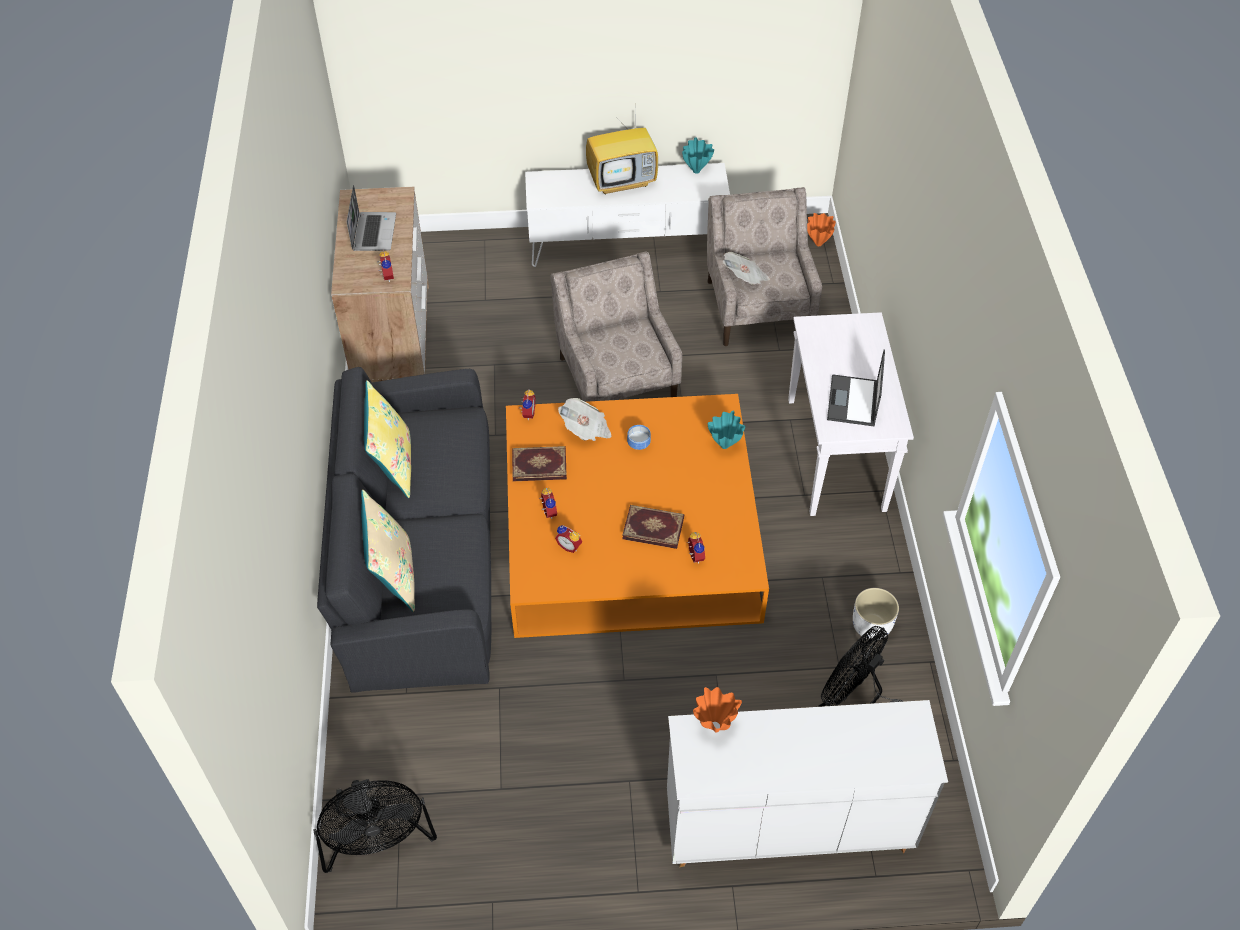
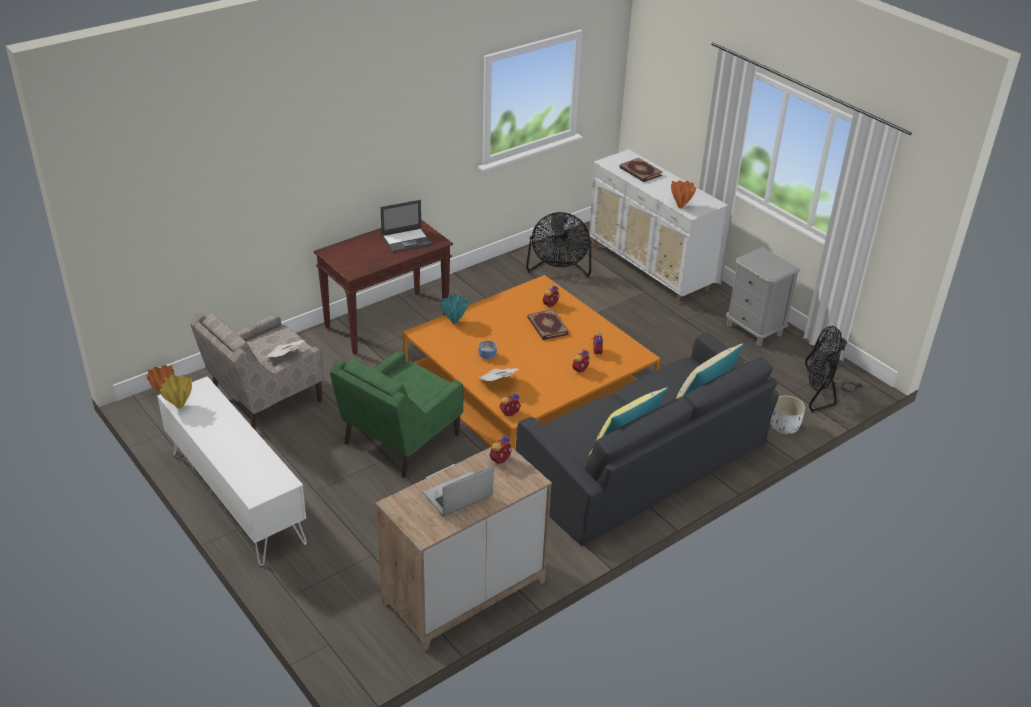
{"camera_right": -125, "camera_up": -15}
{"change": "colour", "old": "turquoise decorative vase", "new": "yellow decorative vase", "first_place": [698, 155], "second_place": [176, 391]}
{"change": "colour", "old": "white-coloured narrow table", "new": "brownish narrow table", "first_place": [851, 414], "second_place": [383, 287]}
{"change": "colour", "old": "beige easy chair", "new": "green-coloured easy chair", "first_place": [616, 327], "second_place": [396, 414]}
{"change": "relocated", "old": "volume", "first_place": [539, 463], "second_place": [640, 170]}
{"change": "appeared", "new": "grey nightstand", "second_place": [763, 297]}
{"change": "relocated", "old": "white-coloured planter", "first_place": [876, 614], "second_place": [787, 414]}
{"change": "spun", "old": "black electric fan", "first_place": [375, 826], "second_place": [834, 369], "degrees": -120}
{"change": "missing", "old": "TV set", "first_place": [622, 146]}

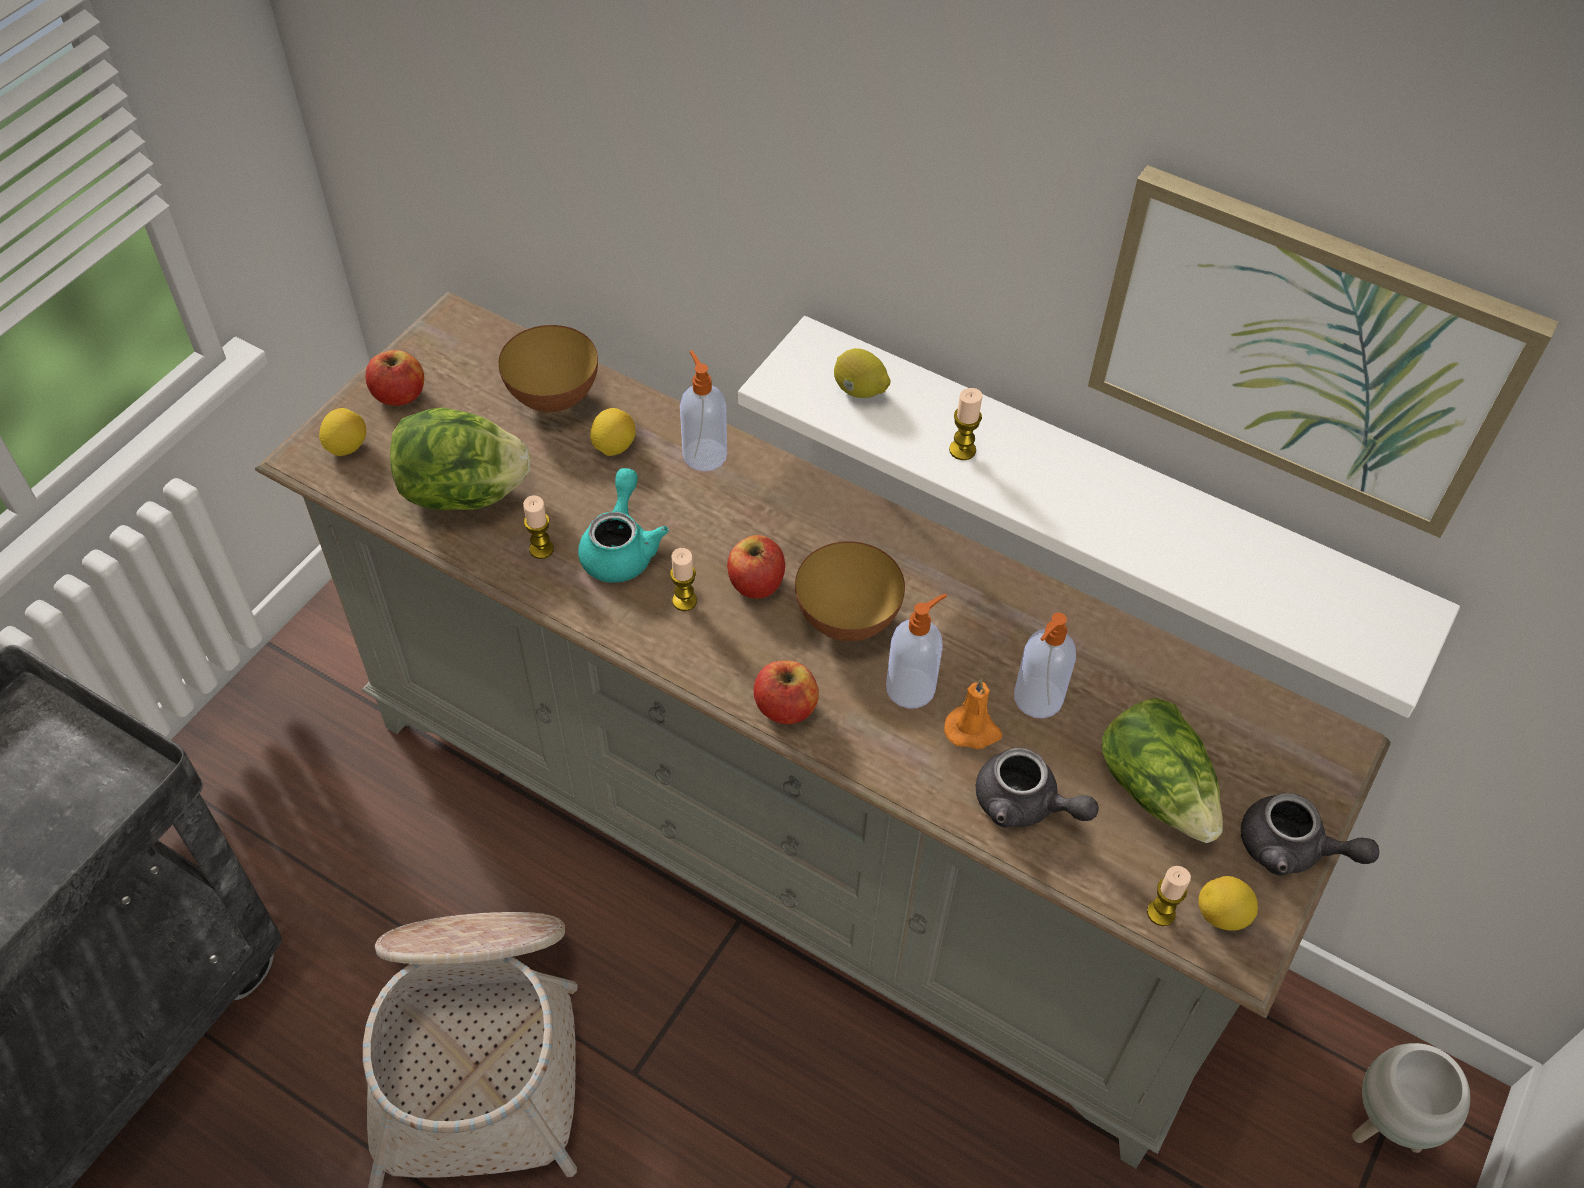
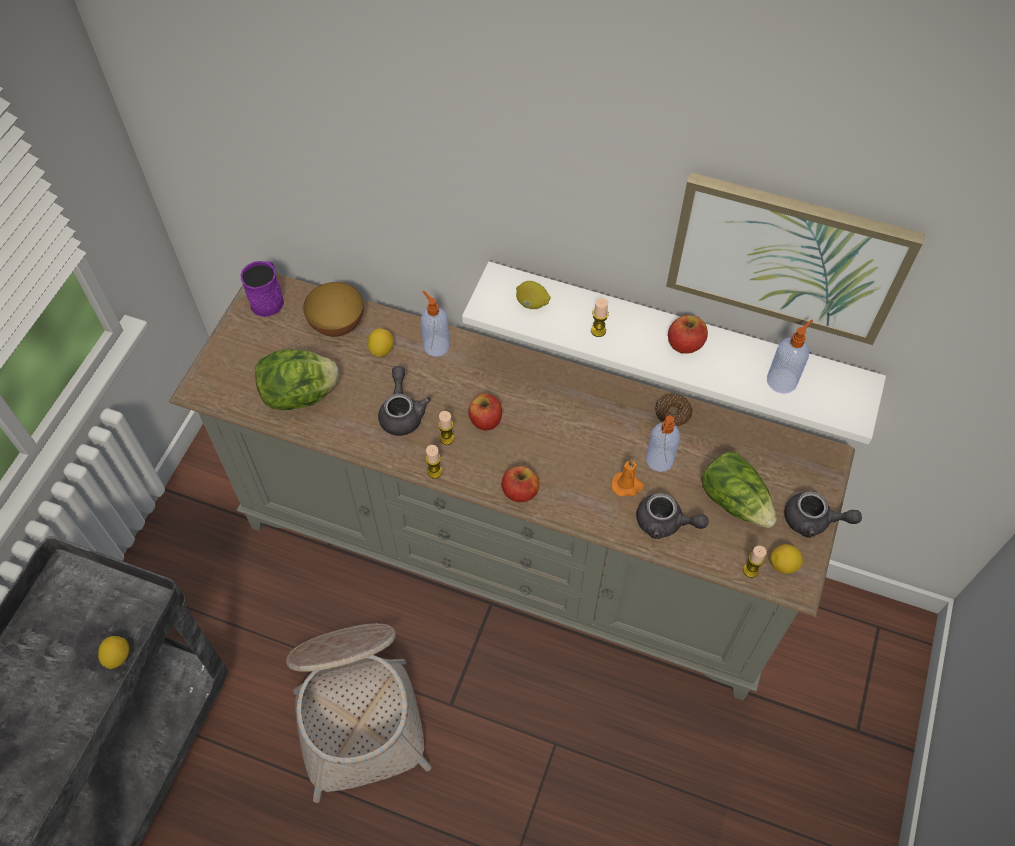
{"camera_right": -10, "camera_up": 5}
{"change": "relocated", "old": "citrus fruit", "first_place": [342, 432], "second_place": [114, 652]}
{"change": "appeared", "new": "purplish mug", "second_place": [262, 289]}
{"change": "colour", "old": "turquoise pot for tea", "new": "grey pot for tea", "first_place": [623, 525], "second_place": [404, 401]}
{"change": "relocated", "old": "candle", "first_place": [538, 527], "second_place": [433, 462]}
{"change": "appeared", "new": "doughnut", "second_place": [674, 410]}
{"change": "relocated", "old": "apple fruit", "first_place": [394, 378], "second_place": [688, 334]}
{"change": "relocated", "old": "liquid soap bottle", "first_place": [916, 651], "second_place": [790, 356]}
{"change": "missing", "old": "bowl", "first_place": [850, 591]}
{"change": "missing", "old": "white-coloured planter", "first_place": [1411, 1098]}

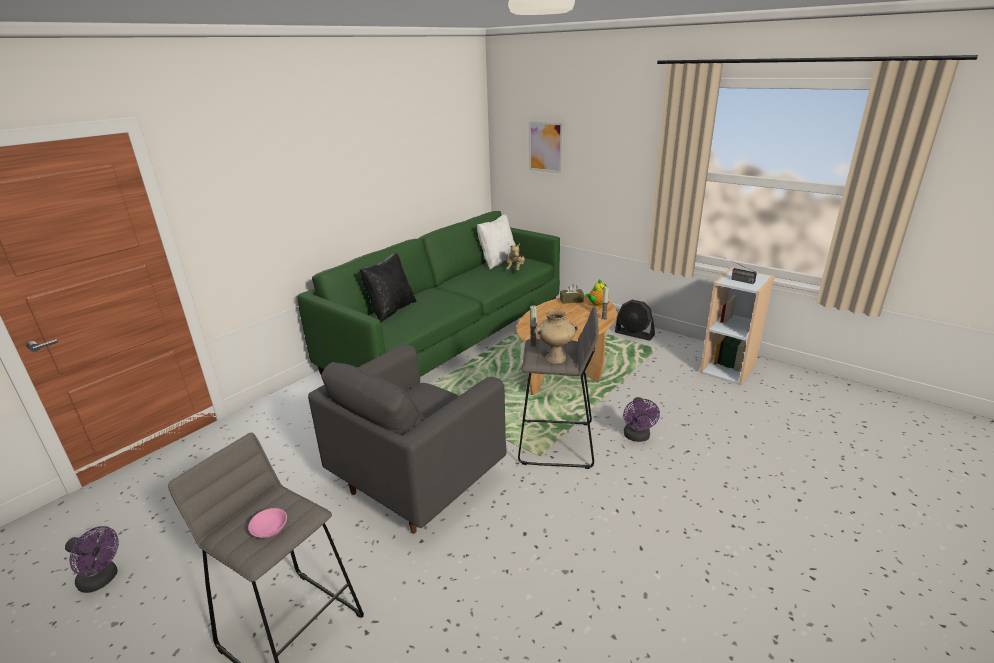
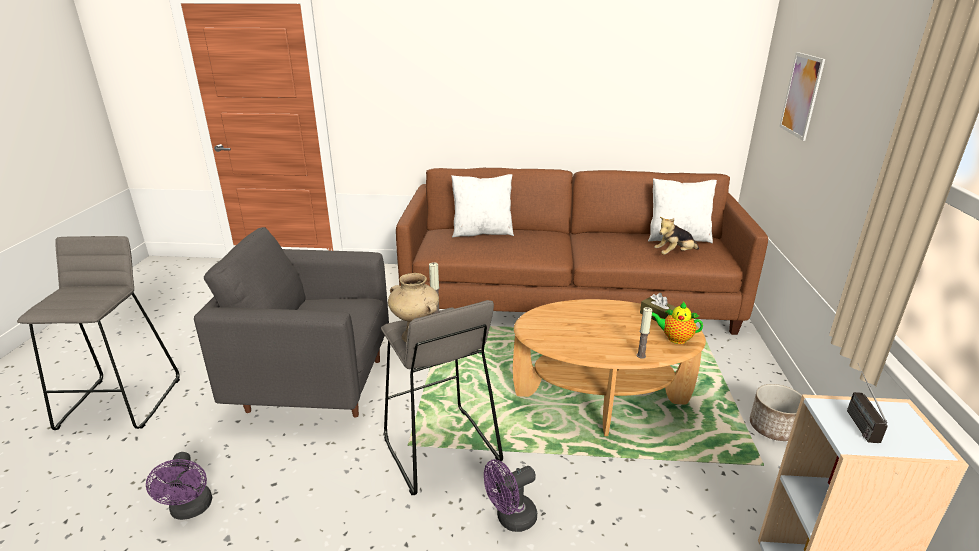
{"camera_right": 55, "camera_up": 0}
{"change": "relocated", "old": "purplish electric fan", "first_place": [92, 559], "second_place": [179, 486]}
{"change": "colour", "old": "green-coloured couch", "new": "brownish couch", "first_place": [429, 294], "second_place": [582, 251]}
{"change": "colour", "old": "black cushion", "new": "white-coloured cushion", "first_place": [387, 287], "second_place": [482, 205]}
{"change": "exchanged", "old": "black electric fan", "new": "planter", "first_place": [635, 320], "second_place": [776, 412]}
{"change": "missing", "old": "pink-coloured bowl", "first_place": [267, 523]}

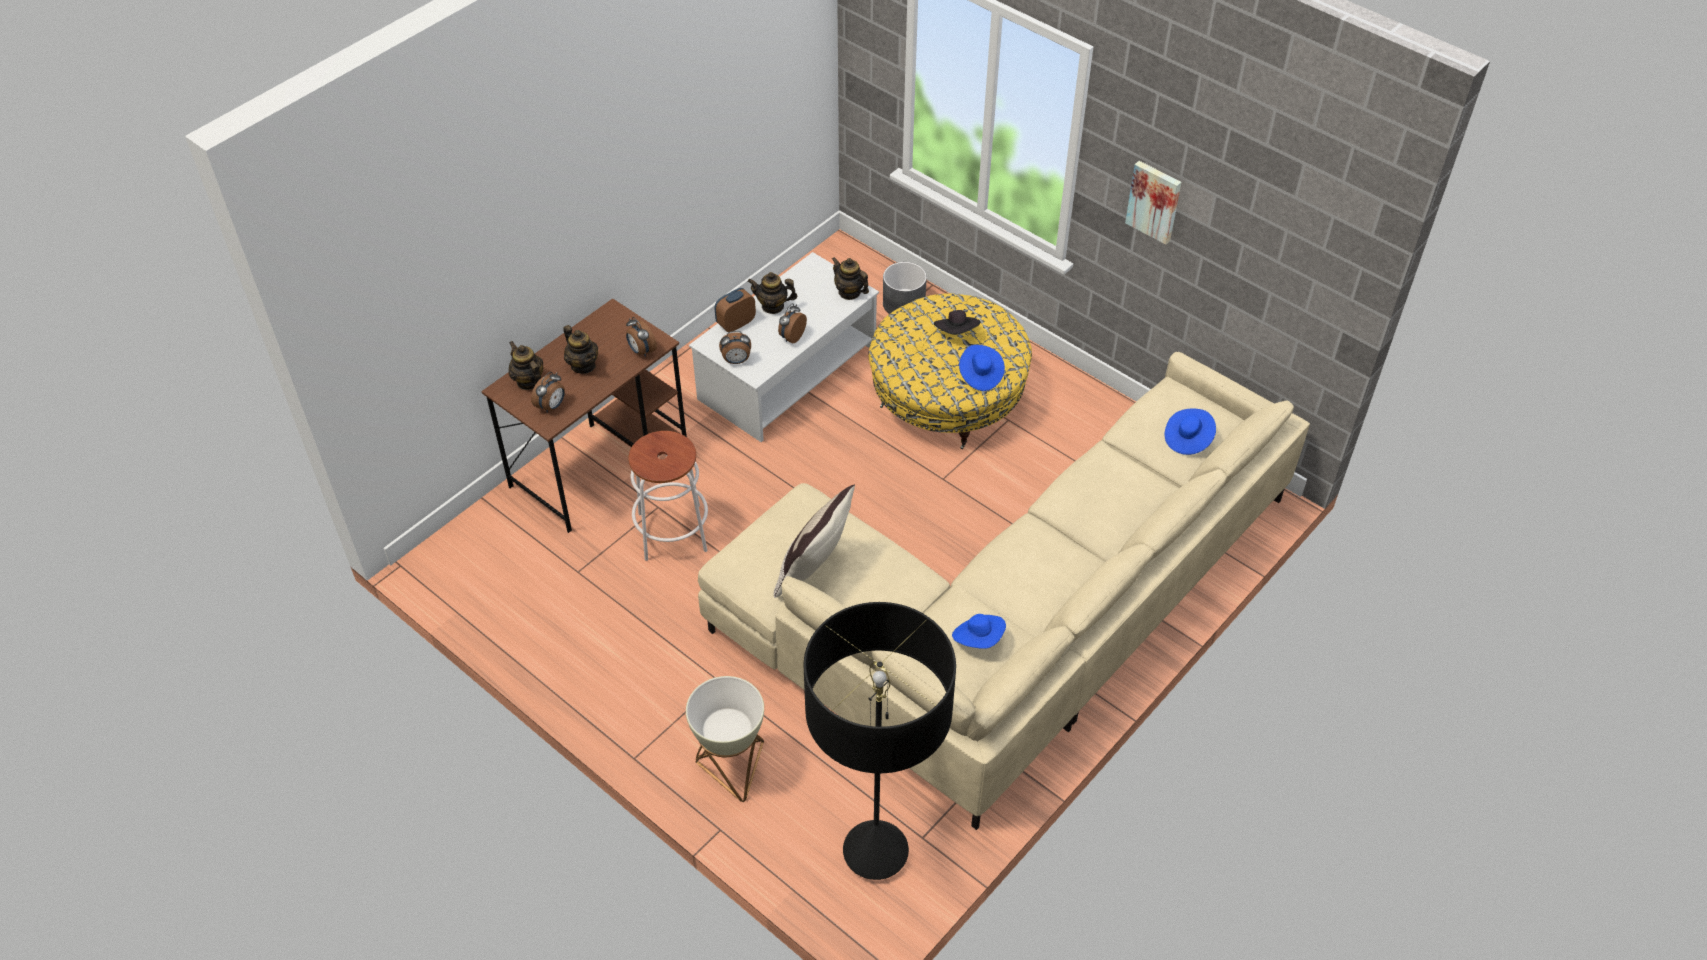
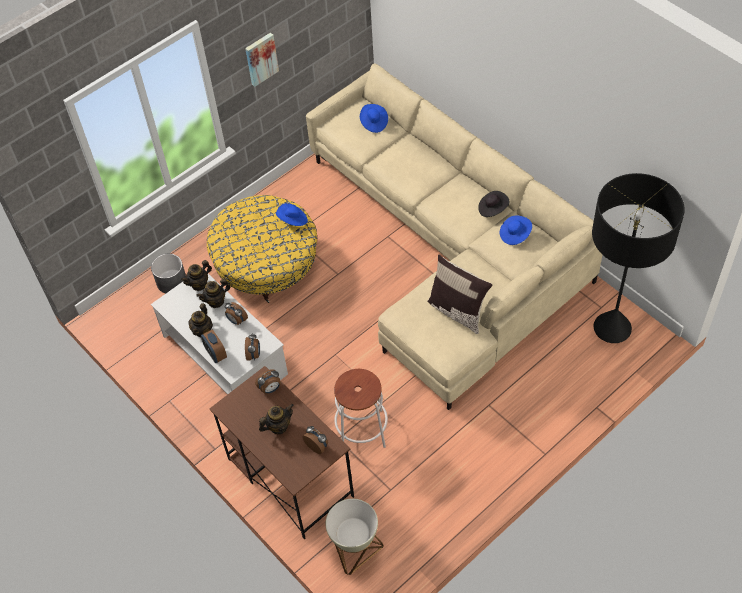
{"camera_right": -80, "camera_up": 5}
{"change": "relocated", "old": "pot for tea", "first_place": [525, 365], "second_place": [213, 293]}
{"change": "relocated", "old": "planter", "first_place": [725, 739], "second_place": [354, 537]}
{"change": "relocated", "old": "black wearable hat", "first_place": [957, 322], "second_place": [493, 204]}

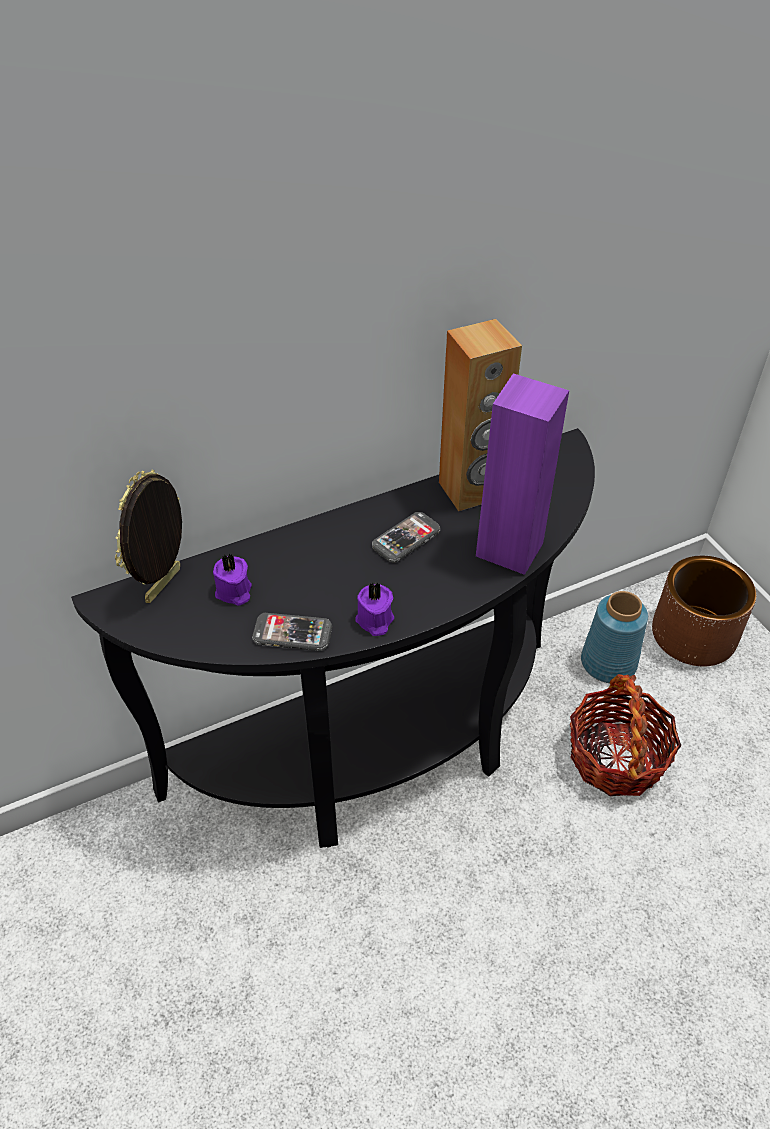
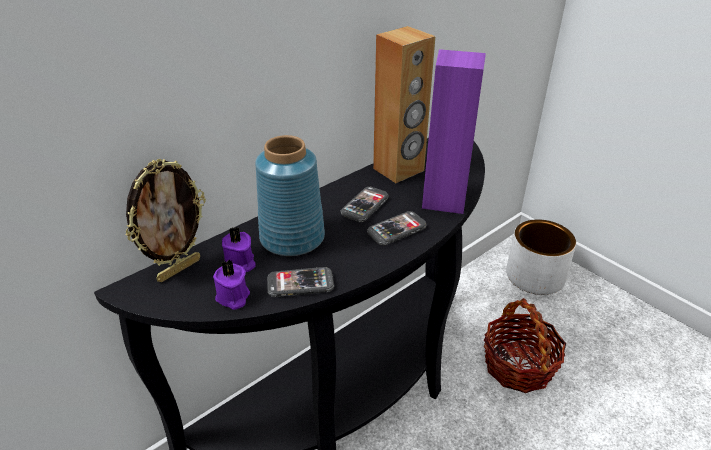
{"camera_right": -15, "camera_up": -10}
{"change": "spun", "old": "standing frame", "first_place": [148, 536], "second_place": [166, 220], "degrees": -150}
{"change": "relocated", "old": "purplish candle", "first_place": [374, 609], "second_place": [231, 285]}
{"change": "relocated", "old": "bluish decorative vase", "first_place": [614, 637], "second_place": [290, 195]}
{"change": "appeared", "new": "telephone", "second_place": [396, 228]}
{"change": "colour", "old": "brownish planter", "new": "white-coloured planter", "first_place": [704, 610], "second_place": [541, 257]}

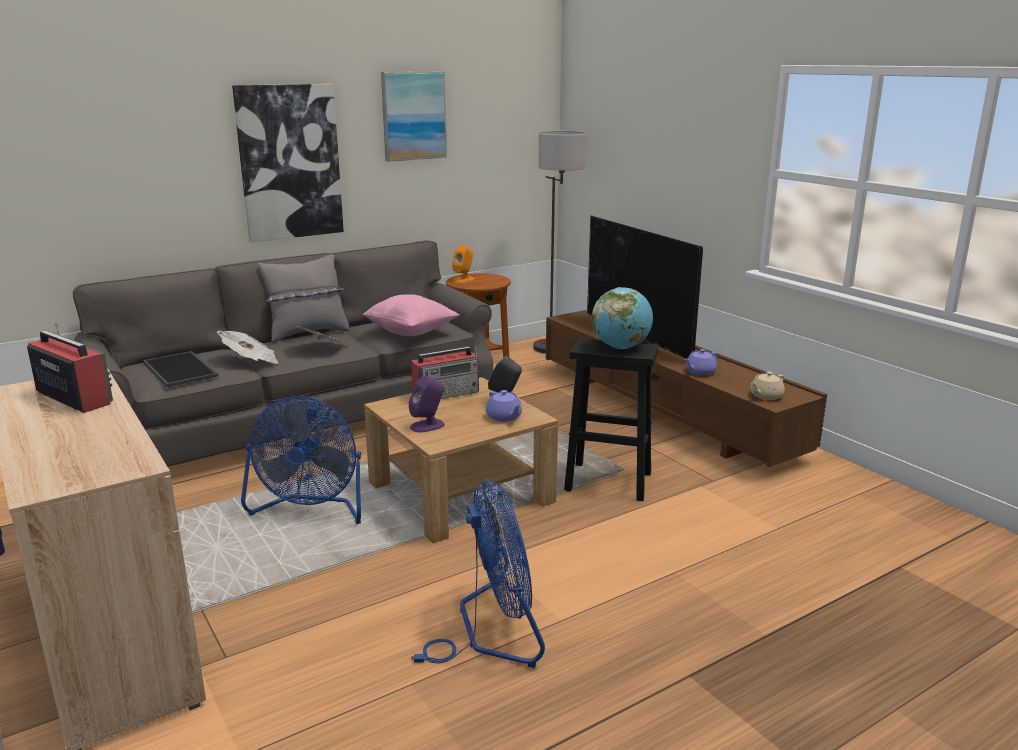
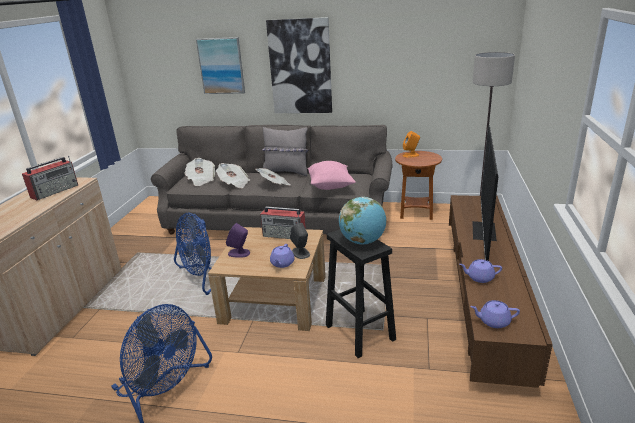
{"camera_right": 45, "camera_up": 5}
{"change": "spun", "old": "radio", "first_place": [70, 368], "second_place": [50, 178], "degrees": 45}
{"change": "exchanged", "old": "carrying tray", "new": "printed paper", "first_place": [180, 369], "second_place": [199, 172]}
{"change": "relocated", "old": "wall art", "first_place": [414, 116], "second_place": [220, 65]}
{"change": "colour", "old": "beige pot for tea", "new": "purplish pot for tea", "first_place": [767, 386], "second_place": [495, 314]}

